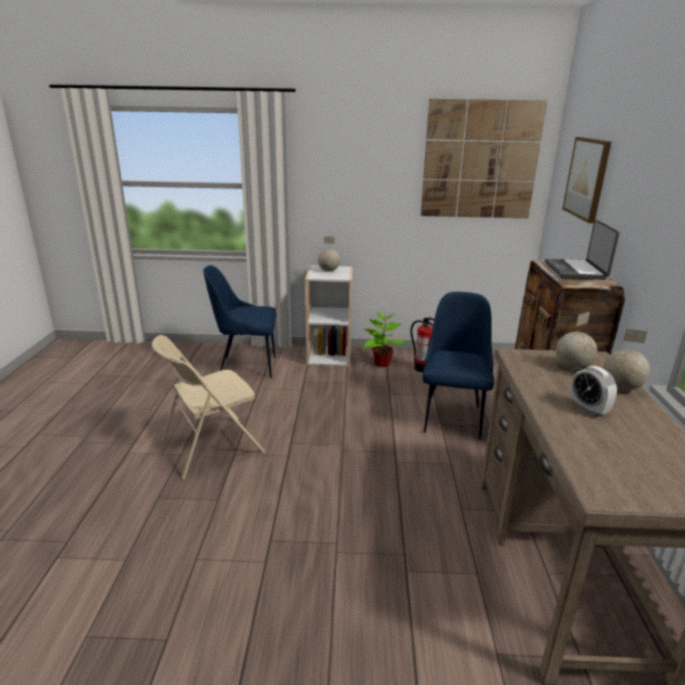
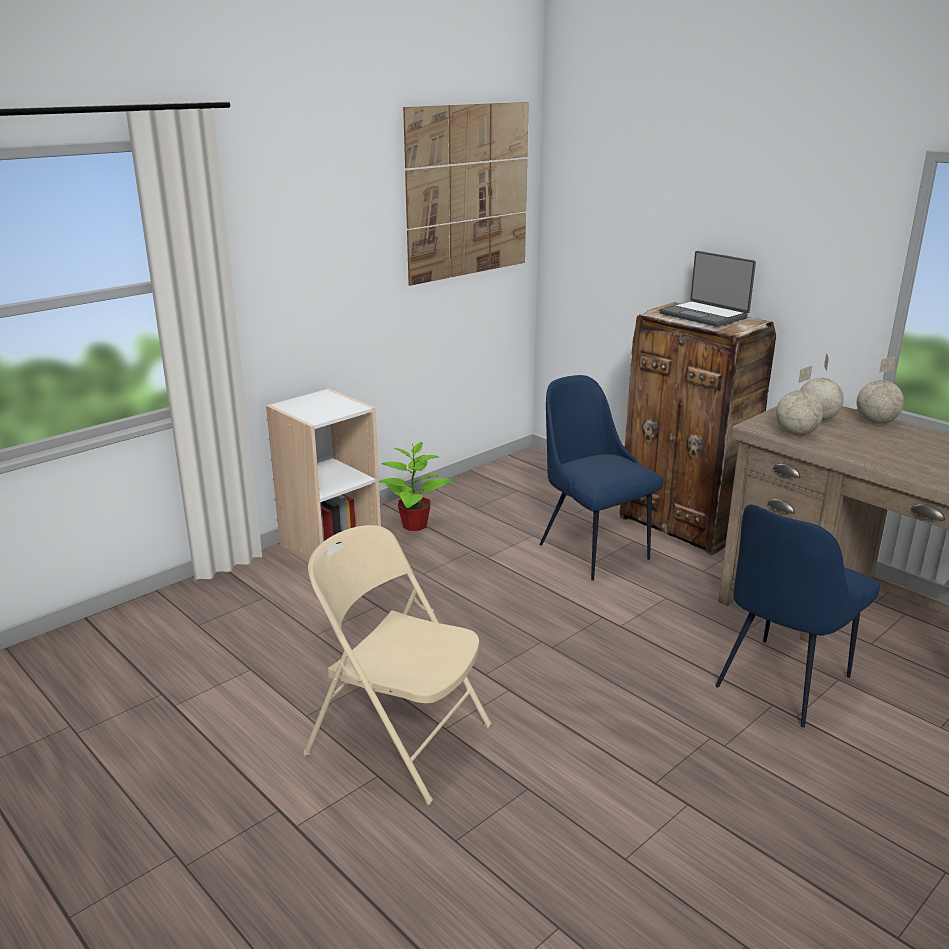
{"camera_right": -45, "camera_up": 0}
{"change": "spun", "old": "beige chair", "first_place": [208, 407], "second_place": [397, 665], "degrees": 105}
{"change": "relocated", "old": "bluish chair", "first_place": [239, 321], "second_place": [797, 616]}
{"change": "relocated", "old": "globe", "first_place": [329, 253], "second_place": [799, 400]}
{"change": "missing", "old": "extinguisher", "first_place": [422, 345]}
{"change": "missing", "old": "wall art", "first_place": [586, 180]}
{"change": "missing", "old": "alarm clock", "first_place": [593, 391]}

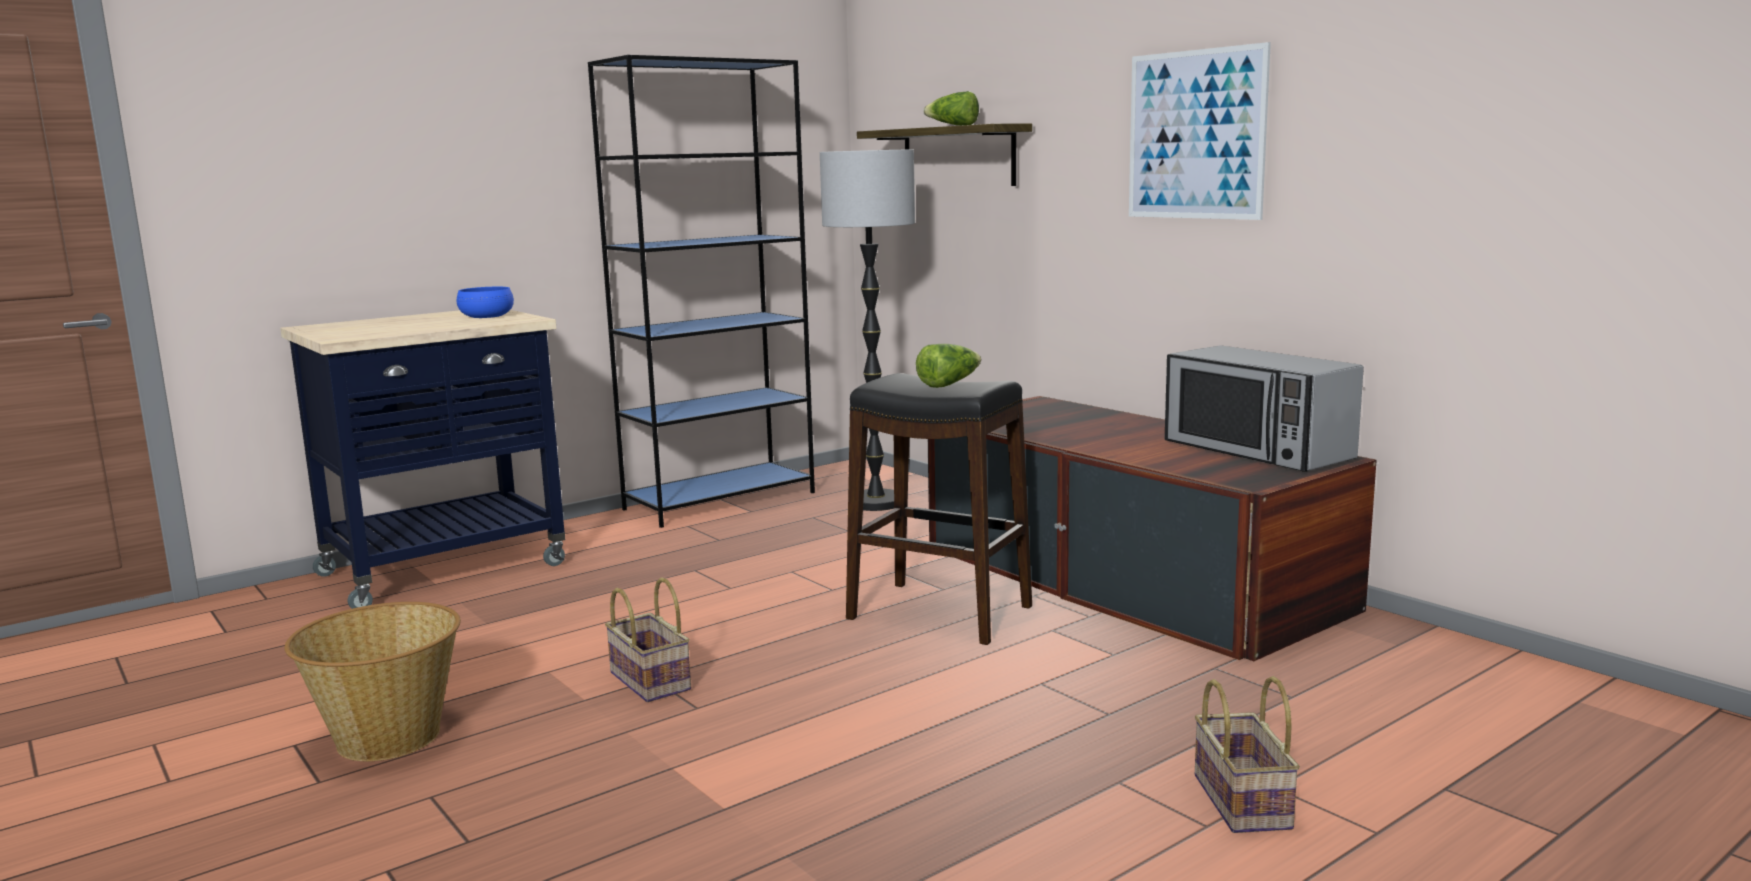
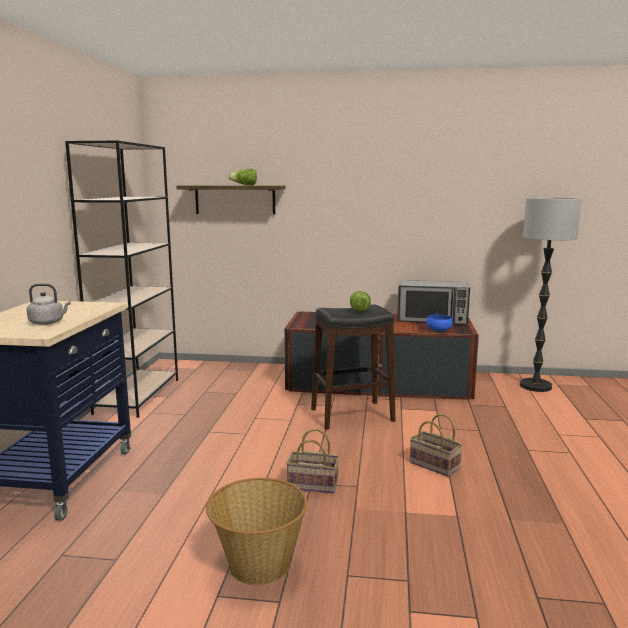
{"camera_right": -45, "camera_up": 0}
{"change": "appeared", "new": "grey kettle", "second_place": [49, 304]}
{"change": "colour", "old": "bluish shelving unit", "new": "beige shelving unit", "first_place": [701, 291], "second_place": [121, 279]}
{"change": "relocated", "old": "household basket", "first_place": [1247, 754], "second_place": [436, 445]}
{"change": "relocated", "old": "bluish bowl", "first_place": [485, 302], "second_place": [439, 322]}
{"change": "relocated", "old": "standard lamp", "first_place": [867, 330], "second_place": [550, 294]}
{"change": "missing", "old": "wall art", "first_place": [1200, 131]}

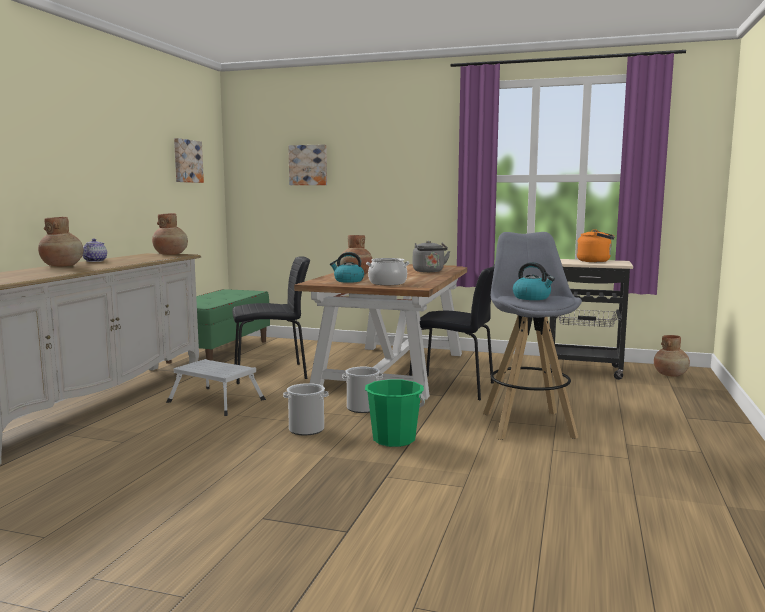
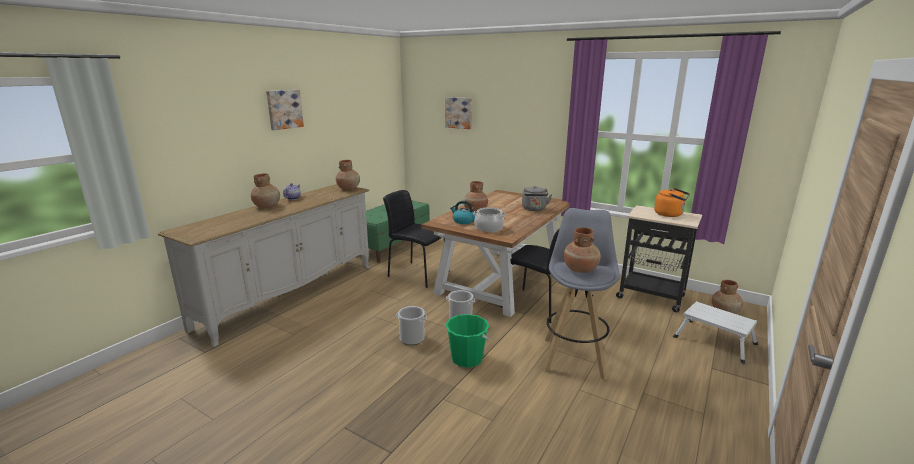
{"camera_right": 15, "camera_up": 10}
{"change": "relocated", "old": "wall art", "first_place": [189, 160], "second_place": [285, 110]}
{"change": "spun", "old": "black chair", "first_place": [271, 320], "second_place": [414, 239], "degrees": -150}
{"change": "exchanged", "old": "kettle", "new": "brownish decorative vase", "first_place": [534, 281], "second_place": [582, 250]}
{"change": "relocated", "old": "white-coloured step ladder", "first_place": [216, 387], "second_place": [715, 332]}

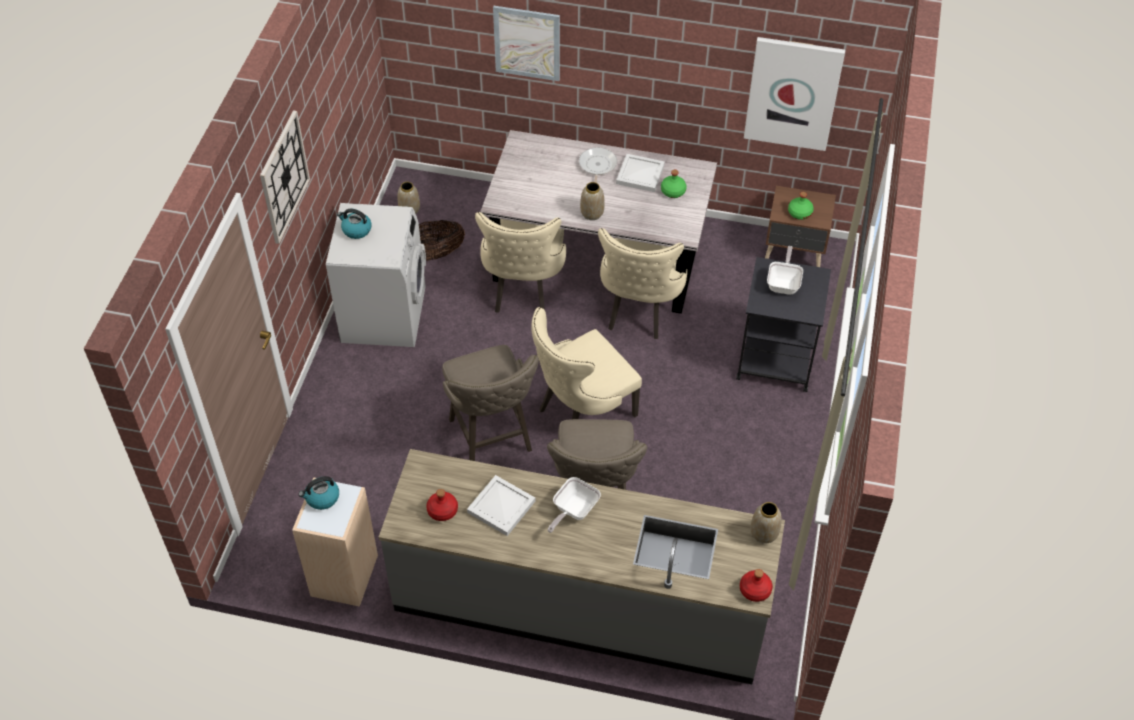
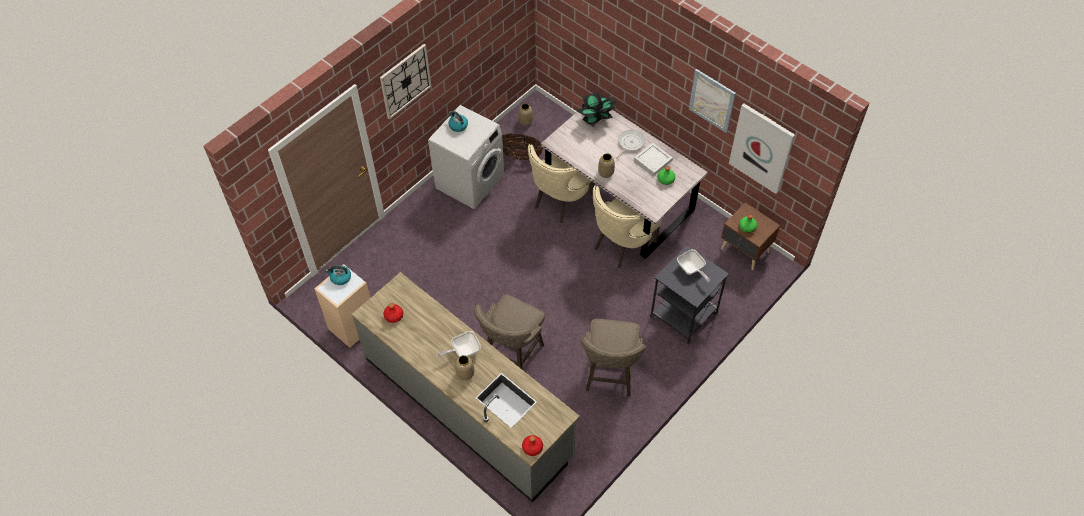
{"camera_right": 30, "camera_up": 5}
{"change": "relocated", "old": "decorative vase", "first_place": [766, 523], "second_place": [465, 367]}
{"change": "appeared", "new": "houseplant", "second_place": [597, 109]}
{"change": "relocated", "old": "beige stool", "first_place": [490, 403], "second_place": [613, 357]}
{"change": "spun", "old": "pan", "first_place": [785, 270], "second_place": [693, 266], "degrees": 105}
{"change": "relocated", "old": "wall art", "first_place": [526, 43], "second_place": [712, 101]}
{"change": "missing", "old": "white-coloured carrying tray", "first_place": [501, 505]}
{"change": "missing", "old": "beige chair", "first_place": [586, 363]}

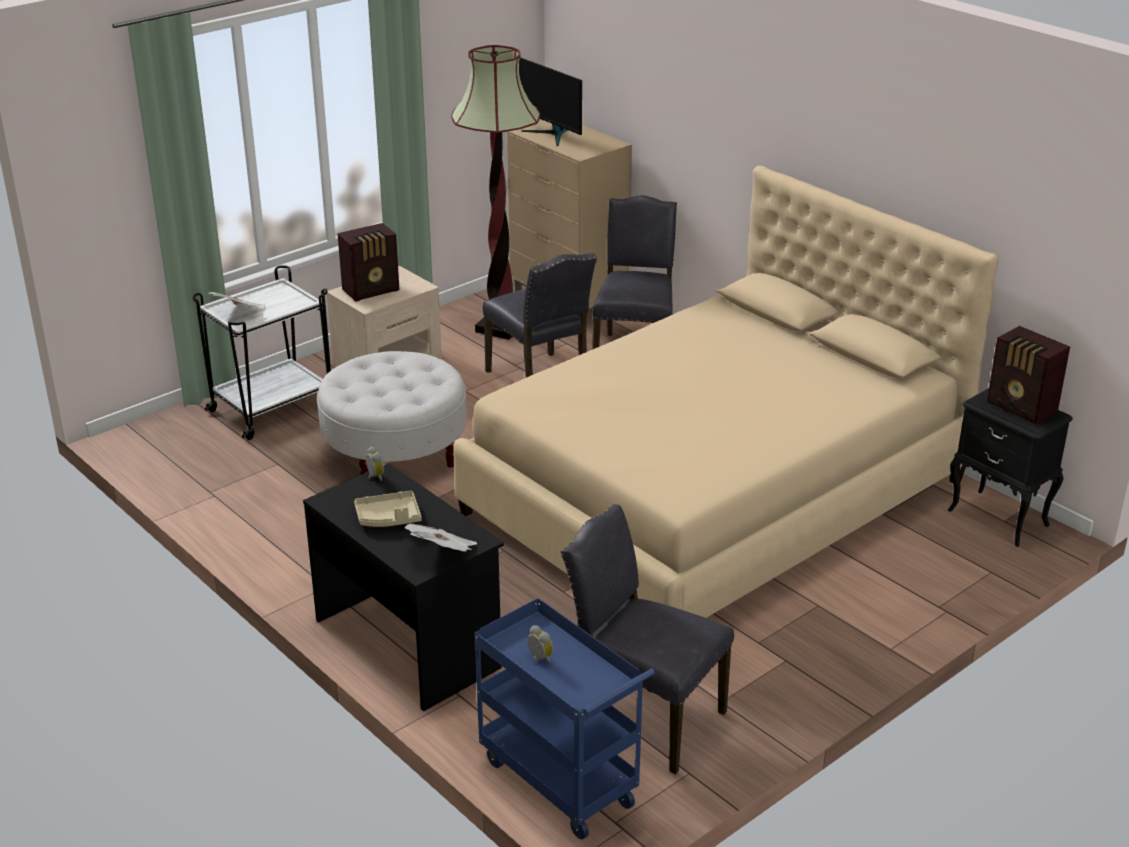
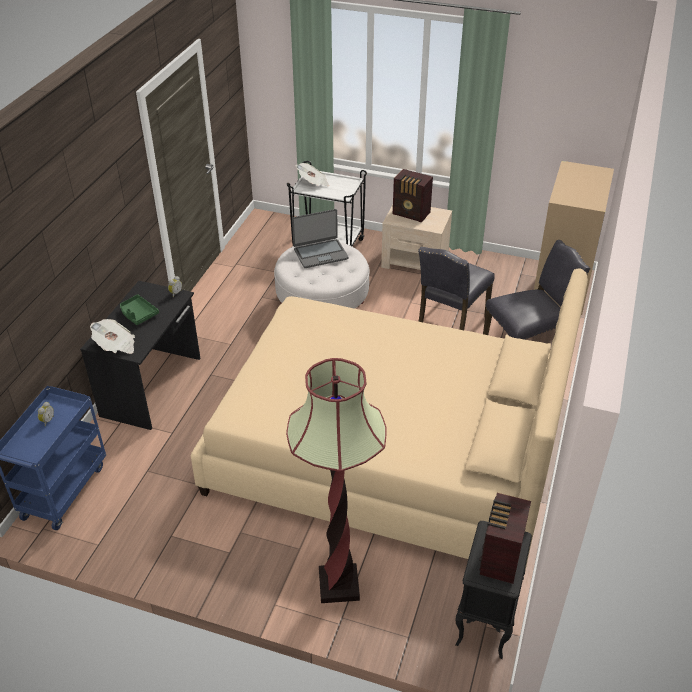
{"camera_right": 60, "camera_up": 10}
{"change": "colour", "old": "beige carrying tray", "new": "green-coloured carrying tray", "first_place": [387, 508], "second_place": [139, 309]}
{"change": "relocated", "old": "standard lamp", "first_place": [495, 192], "second_place": [336, 480]}
{"change": "appeared", "new": "portable computer", "second_place": [320, 238]}
{"change": "missing", "old": "computer display", "first_place": [550, 101]}
{"change": "missing", "old": "grey chair", "first_place": [647, 639]}

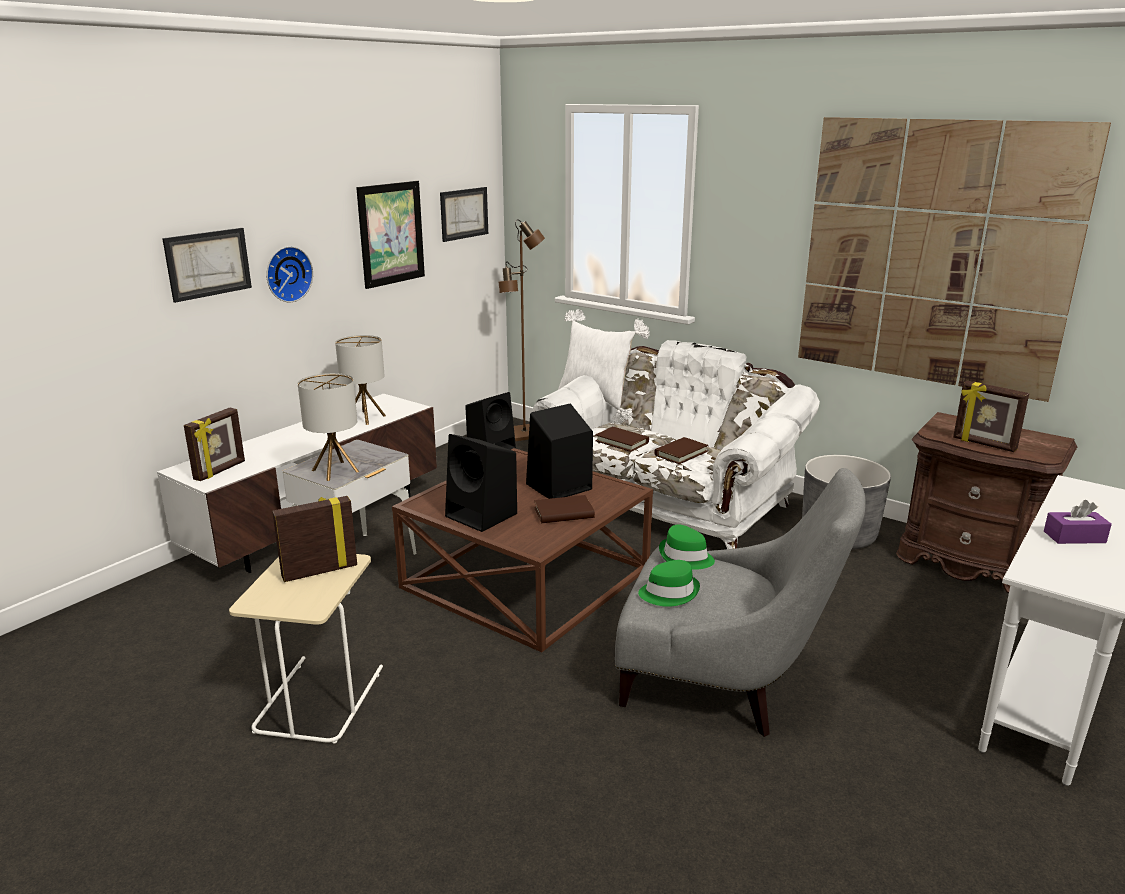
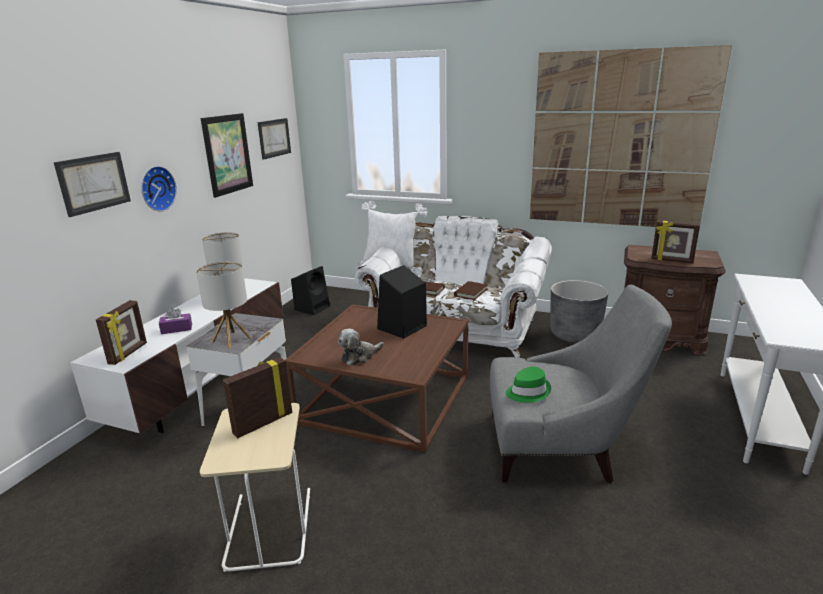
{"camera_right": -15, "camera_up": 0}
{"change": "relocated", "old": "purplish box of tissues", "first_place": [1078, 522], "second_place": [175, 320]}
{"change": "exchanged", "old": "black loudspeaker", "new": "cuddly toy", "first_place": [481, 483], "second_place": [361, 347]}
{"change": "missing", "old": "brownish standard lamp", "first_place": [522, 330]}
{"change": "missing", "old": "brownish volume", "first_place": [564, 509]}
{"change": "missing", "old": "green-coloured wearable hat", "first_place": [687, 547]}

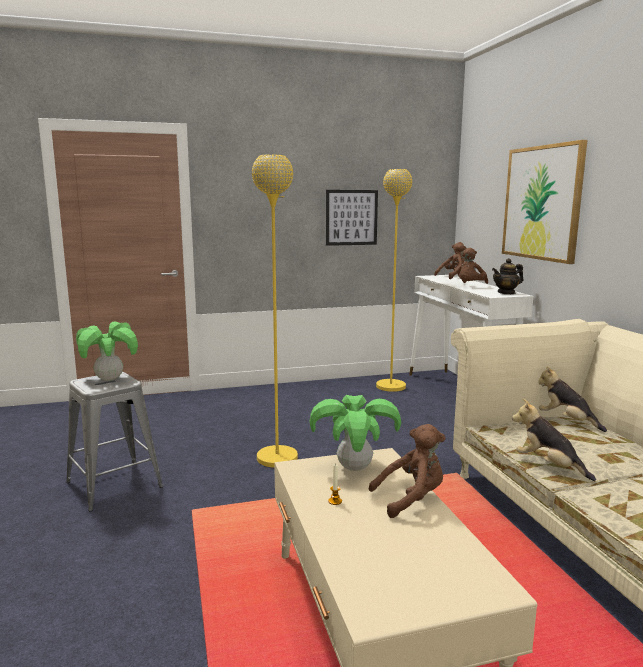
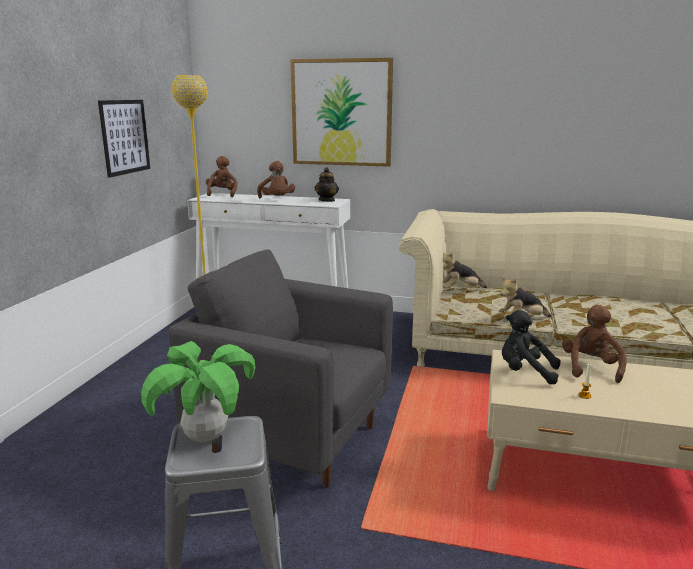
{"camera_right": -60, "camera_up": 5}
{"change": "exchanged", "old": "yellow standard lamp", "new": "grey easy chair", "first_place": [275, 311], "second_place": [280, 369]}
{"change": "exchanged", "old": "houseplant", "new": "black cuddly toy", "first_place": [355, 433], "second_place": [531, 347]}

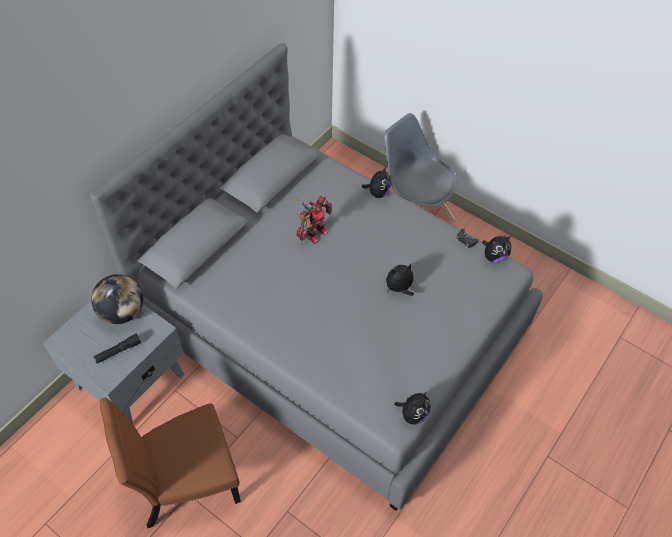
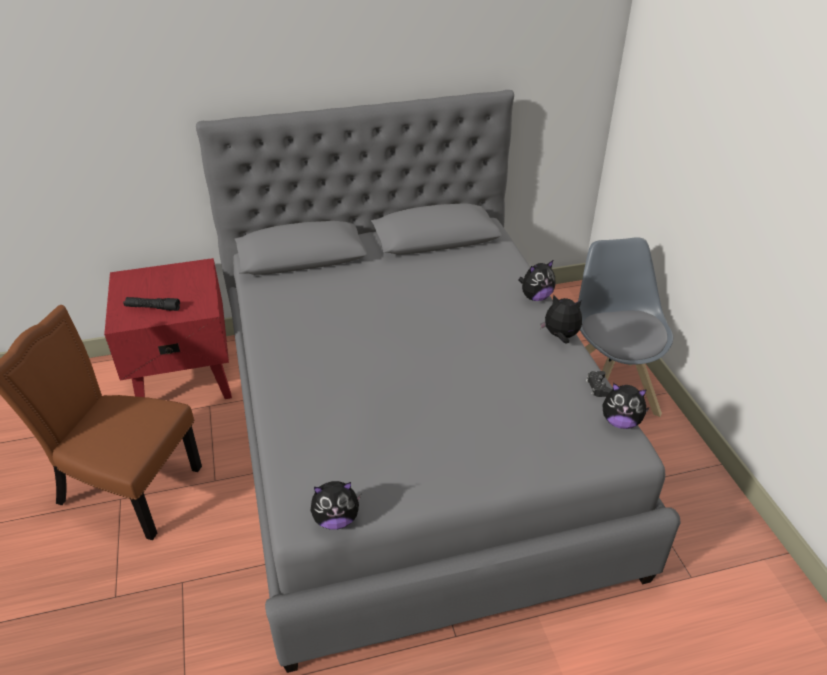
{"camera_right": 40, "camera_up": -15}
{"change": "colour", "old": "grey nightstand", "new": "reddish nightstand", "first_place": [113, 362], "second_place": [168, 328]}
{"change": "relocated", "old": "cuddly toy", "first_place": [400, 280], "second_place": [561, 319]}
{"change": "missing", "old": "globe", "first_place": [117, 299]}
{"change": "missing", "old": "robot figure", "first_place": [313, 220]}

